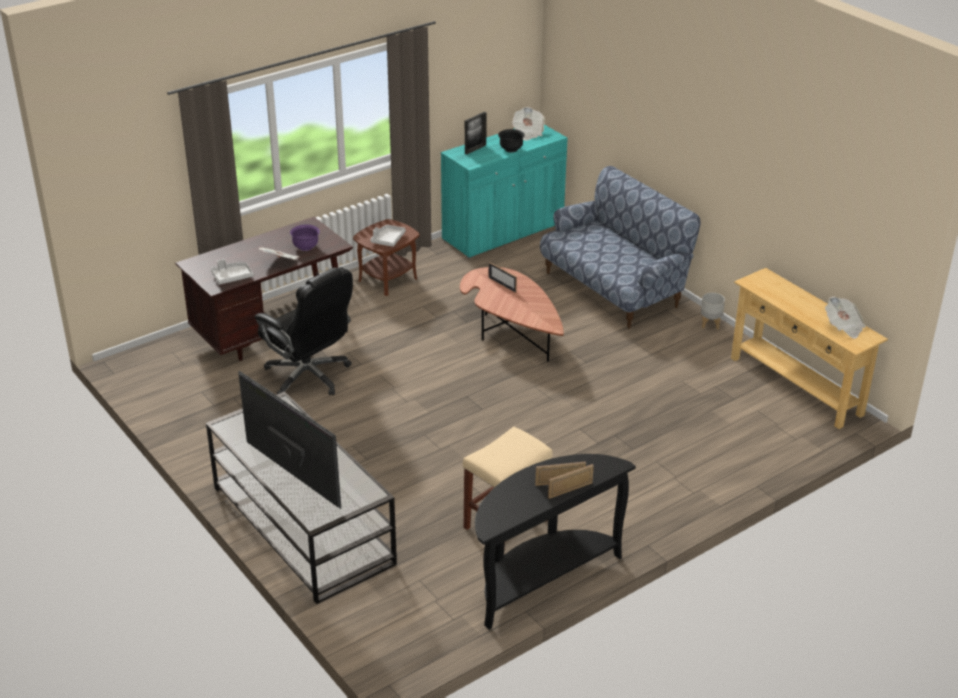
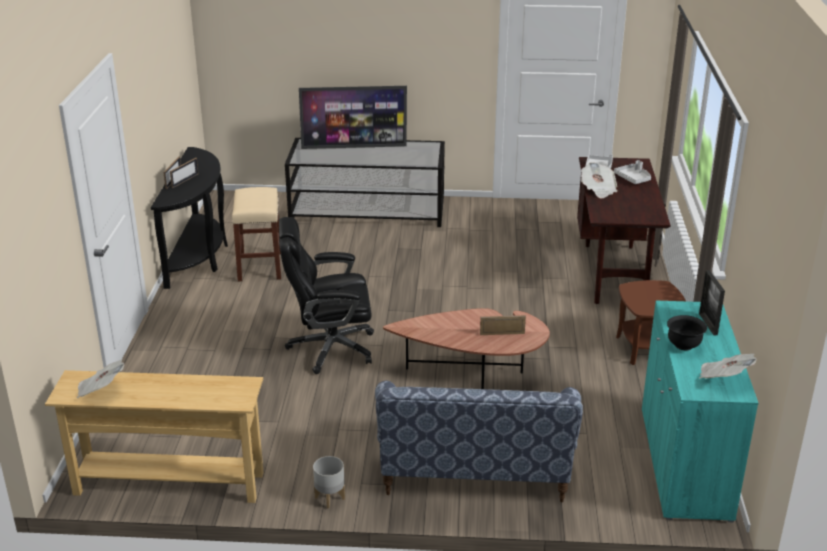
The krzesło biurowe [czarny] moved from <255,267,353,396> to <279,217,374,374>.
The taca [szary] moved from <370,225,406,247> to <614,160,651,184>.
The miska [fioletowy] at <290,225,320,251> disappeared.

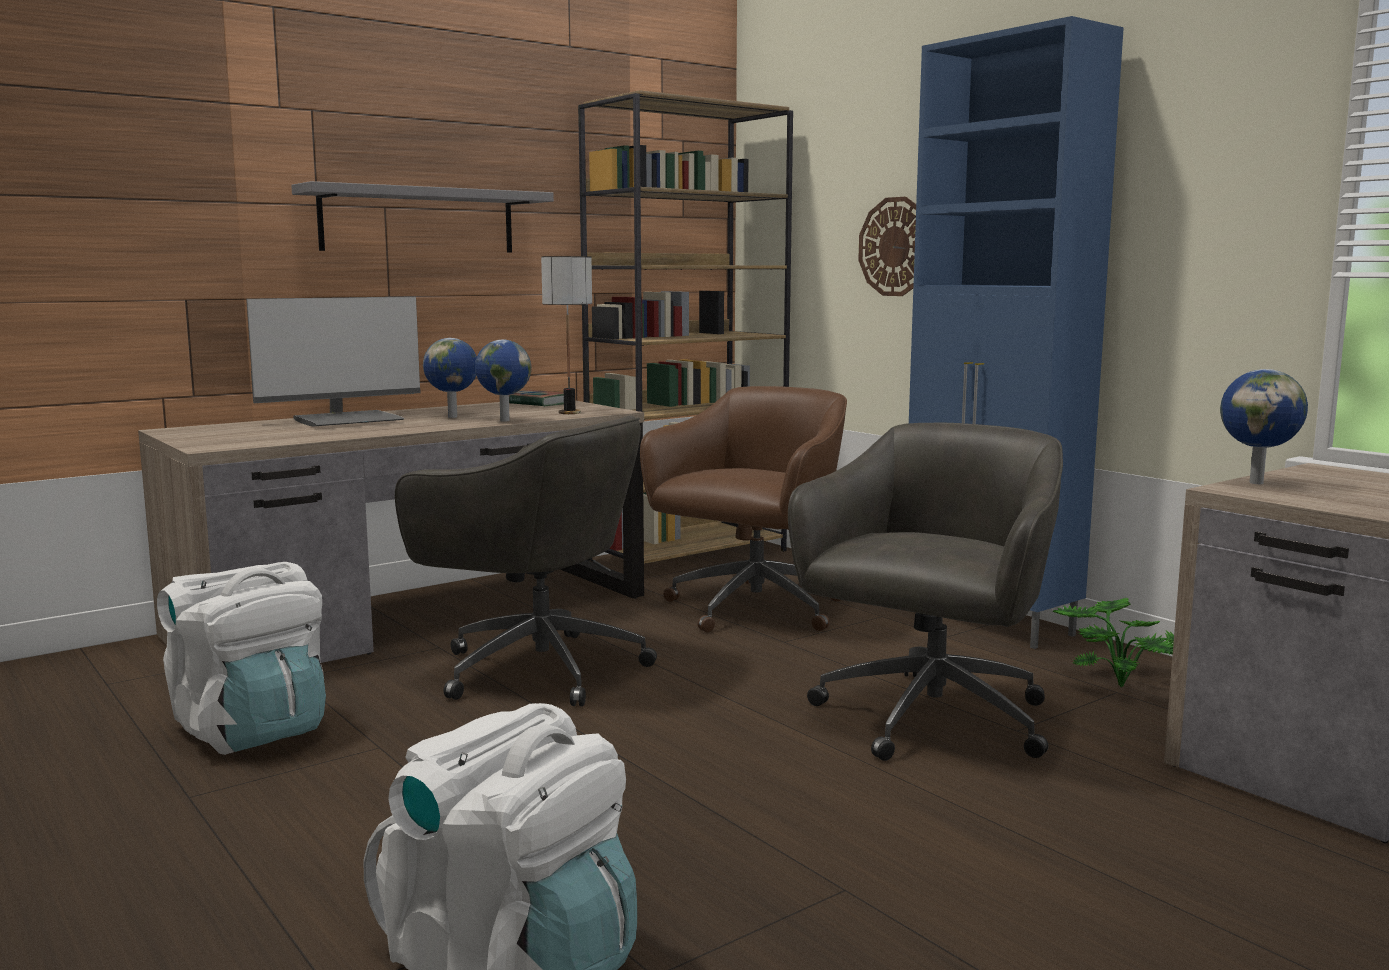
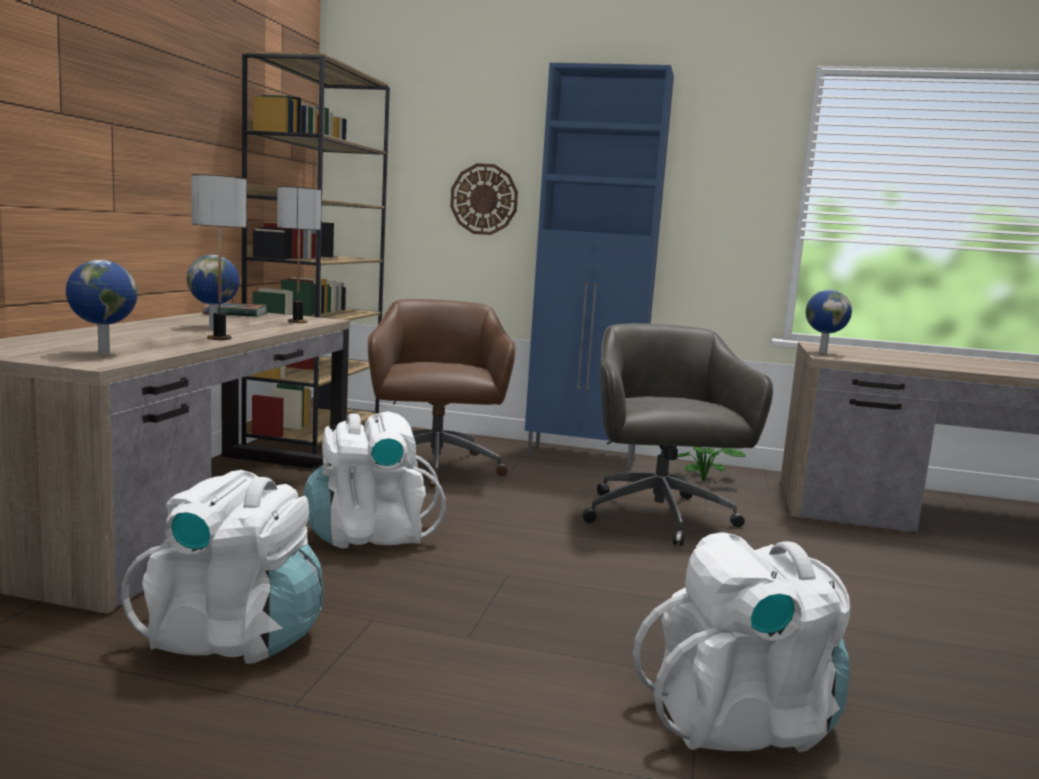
The globus moved from <475,340,531,422> to <66,260,138,355>.
The lampa stołowa at <191,174,247,340> appeared.
The krzesło biurowe [szary] at <395,415,657,707> was replaced by the plecak [biały] at <303,411,446,548>.
The monitor at <246,296,421,427> disappeared.
The półka [szary] at <291,181,554,253> disappeared.

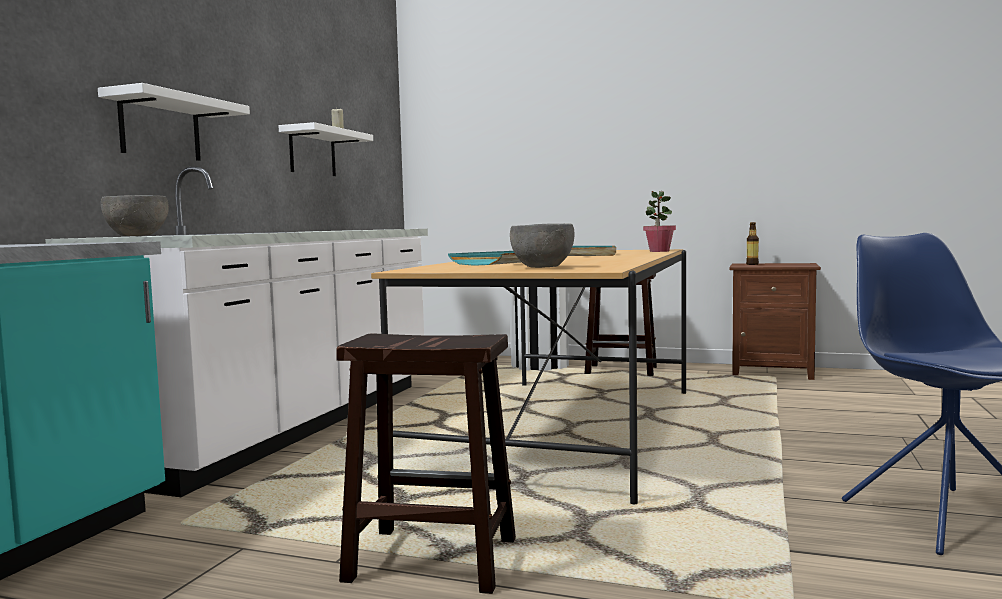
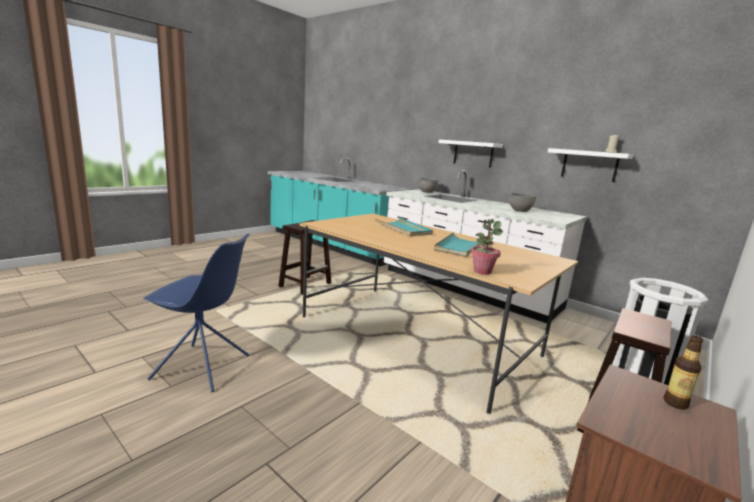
The miska [szary] moved from <510,223,575,268> to <509,193,536,212>.

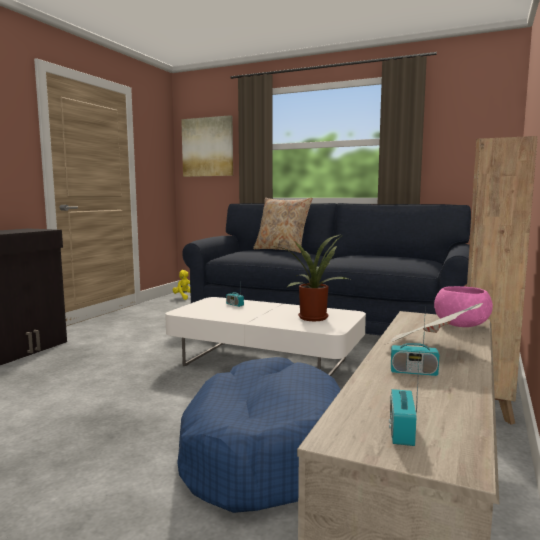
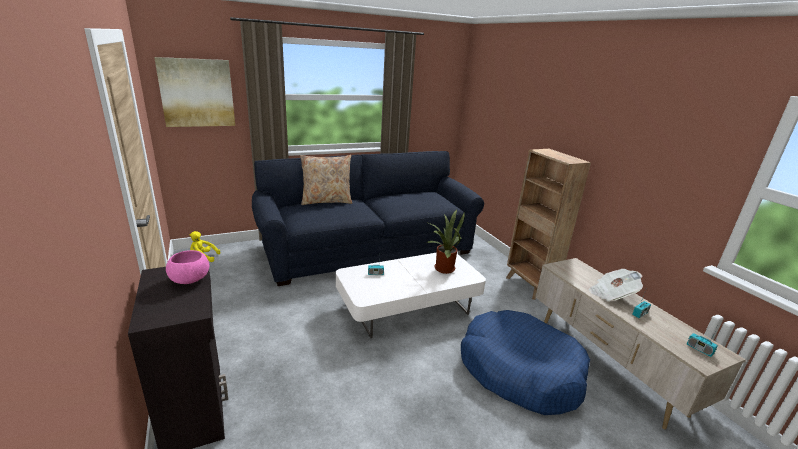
The miska [różowy] moved from <434,286,493,327> to <166,250,209,284>.

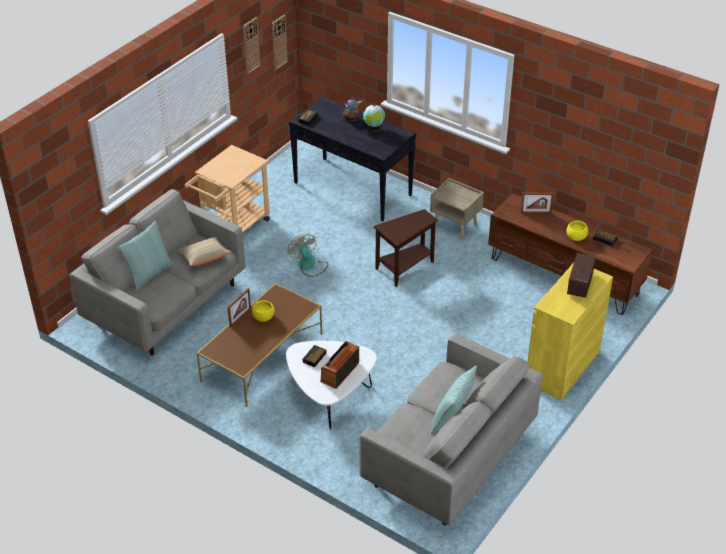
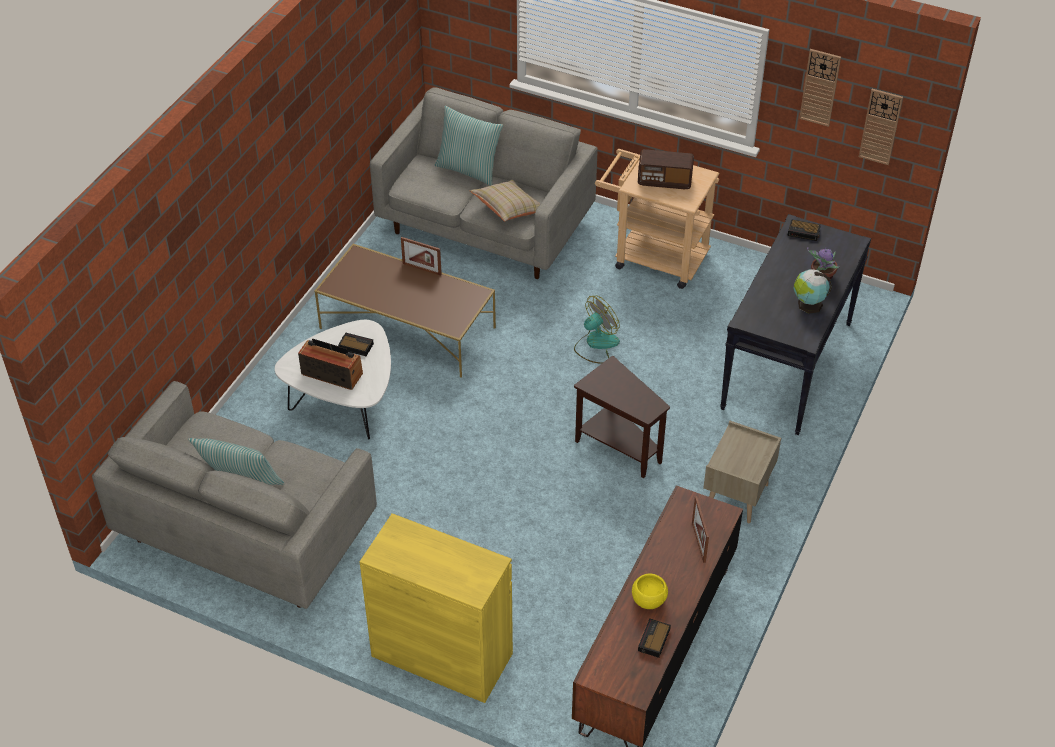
The radio moved from <567,253,596,298> to <638,149,694,189>.
The miska [żółty] at <252,300,275,322> disappeared.

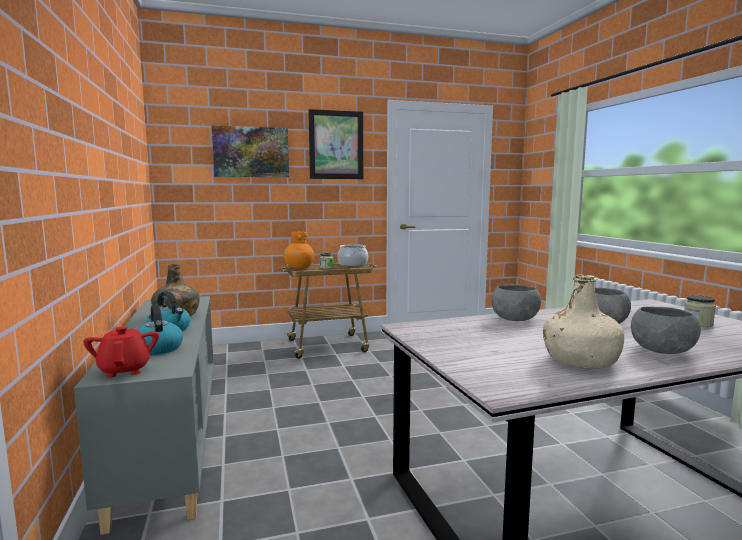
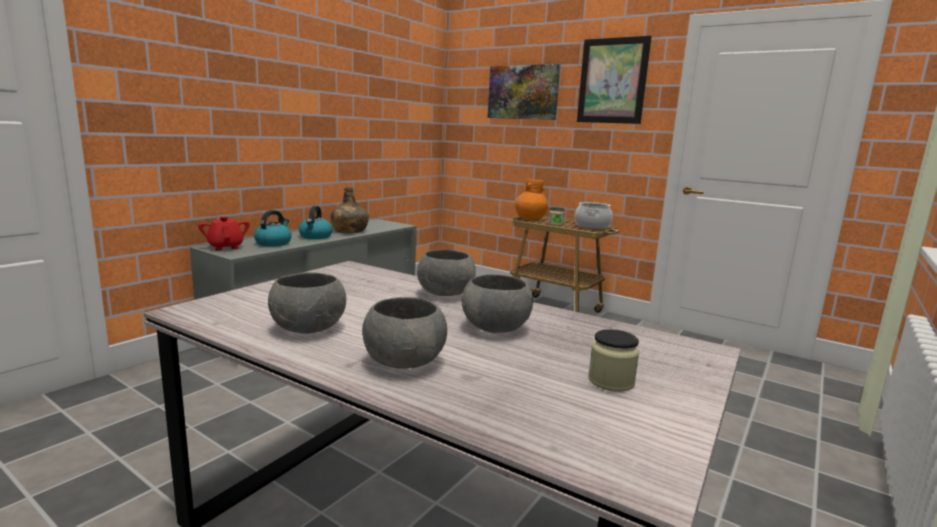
The imbryk [czerwony] at <83,326,159,378> turned 60 degrees counterclockwise.
The butelka [beżowy] at <543,274,624,369> was replaced by the miska [szary] at <268,272,346,334>.

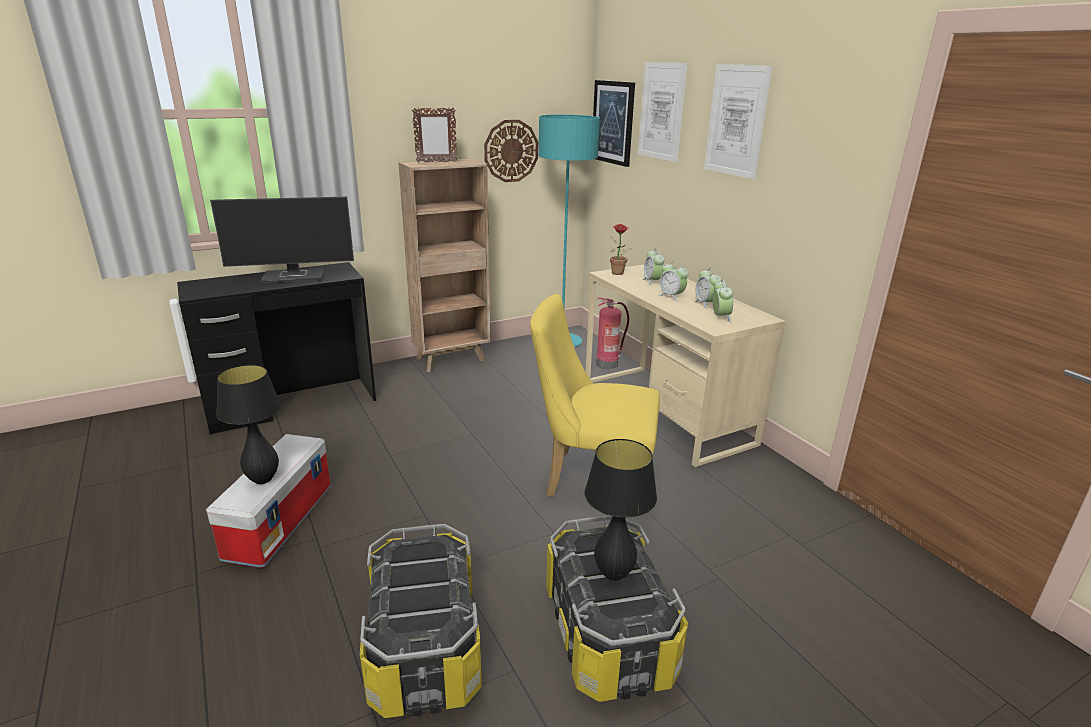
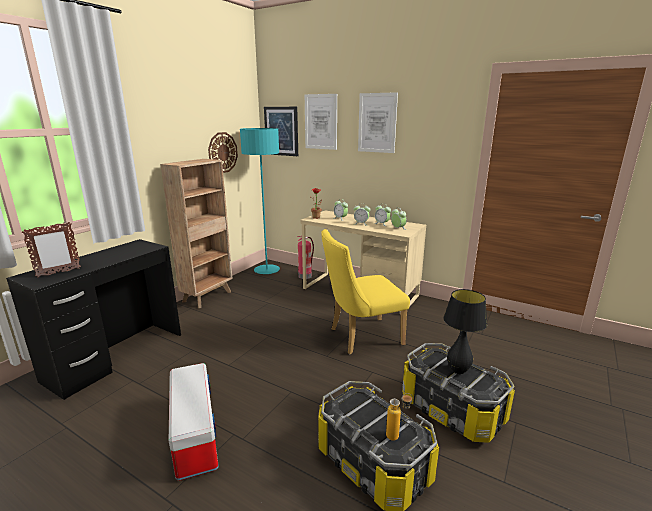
The ramka na zdjęcie moved from <412,107,457,162> to <22,222,81,277>.
The butelka at <386,393,413,441> appeared.
The monitor at <210,197,354,283> disappeared.
The lampa stołowa [czarny] at <217,364,281,484> disappeared.

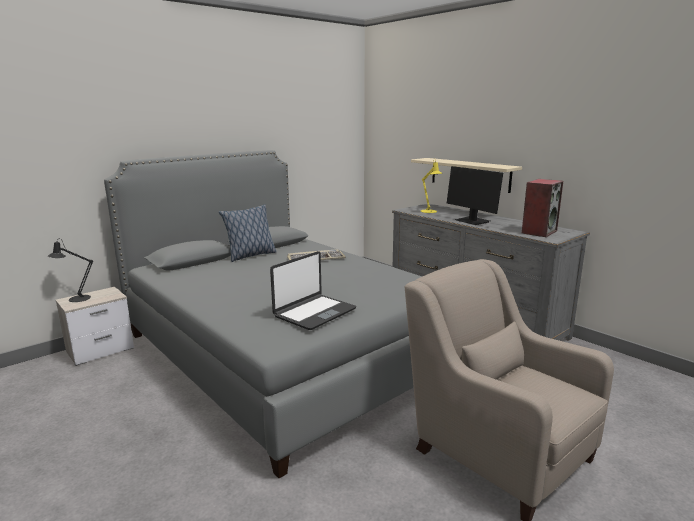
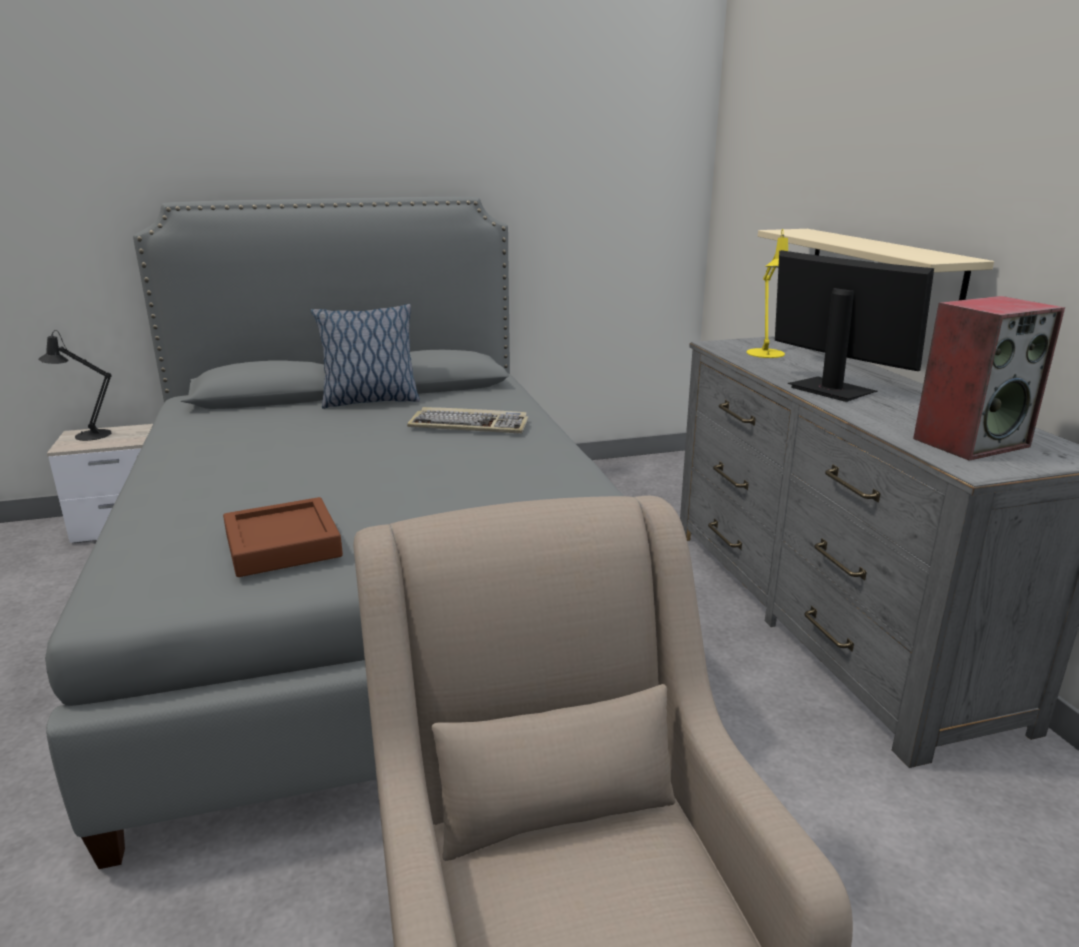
The laptop at <270,251,356,330> was replaced by the taca [brązowy] at <223,497,343,577>.
The monitor at <447,166,503,225> turned 150 degrees clockwise.

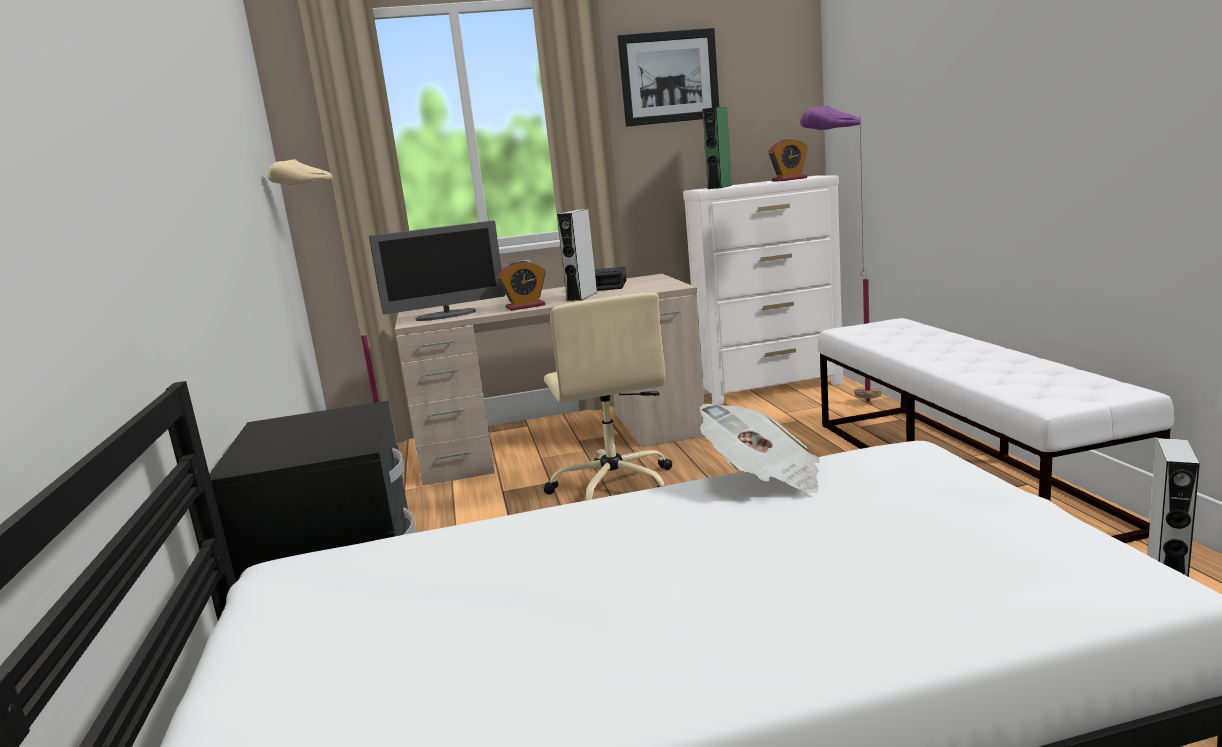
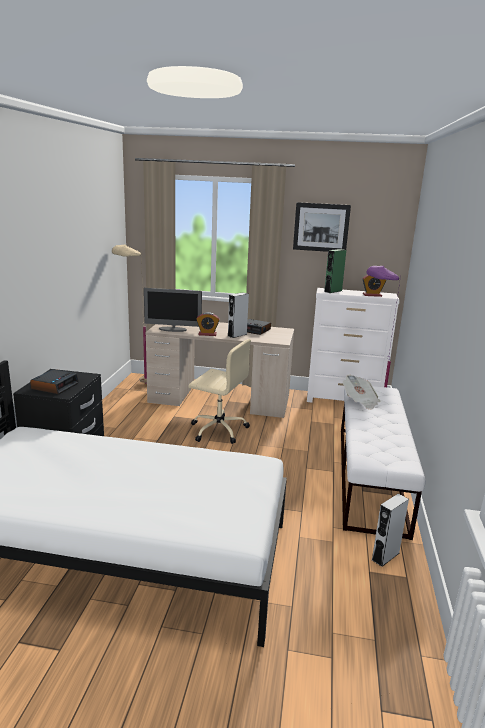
The budzik at <30,369,79,395> appeared.
The krzesło biurowe [beżowy] at <543,292,672,501> turned 75 degrees counterclockwise.
The gazeta moved from <700,404,820,493> to <343,375,380,410>.

